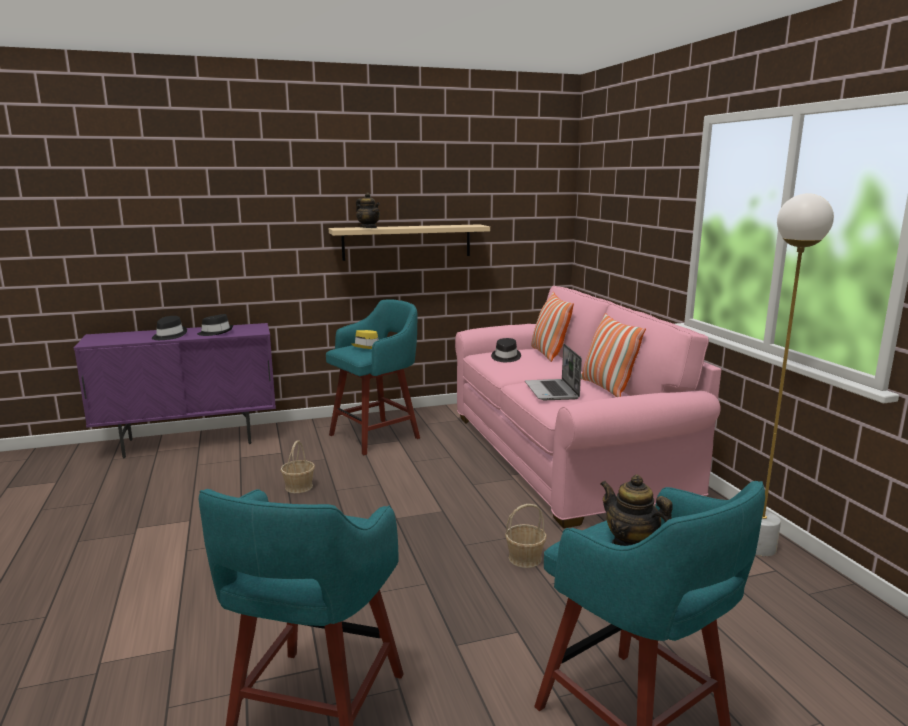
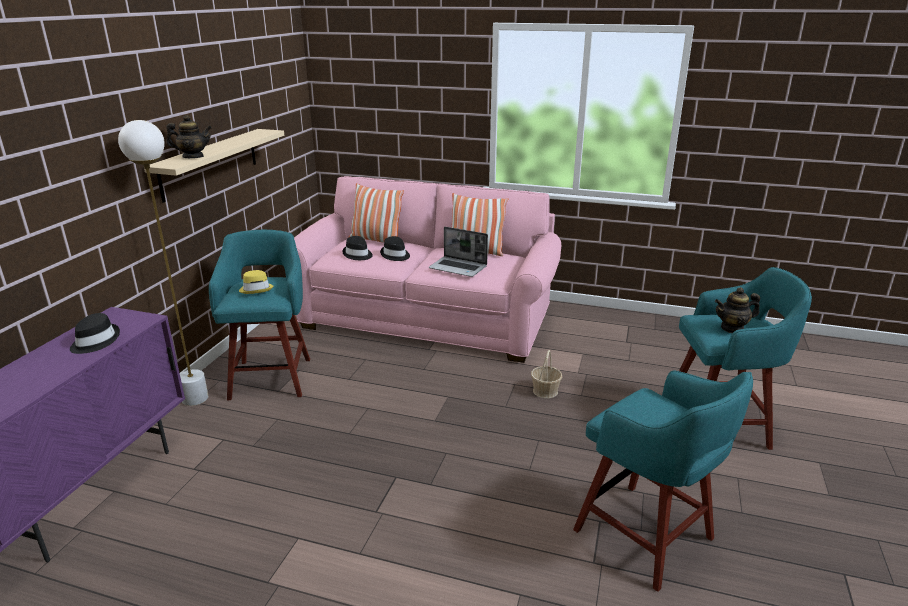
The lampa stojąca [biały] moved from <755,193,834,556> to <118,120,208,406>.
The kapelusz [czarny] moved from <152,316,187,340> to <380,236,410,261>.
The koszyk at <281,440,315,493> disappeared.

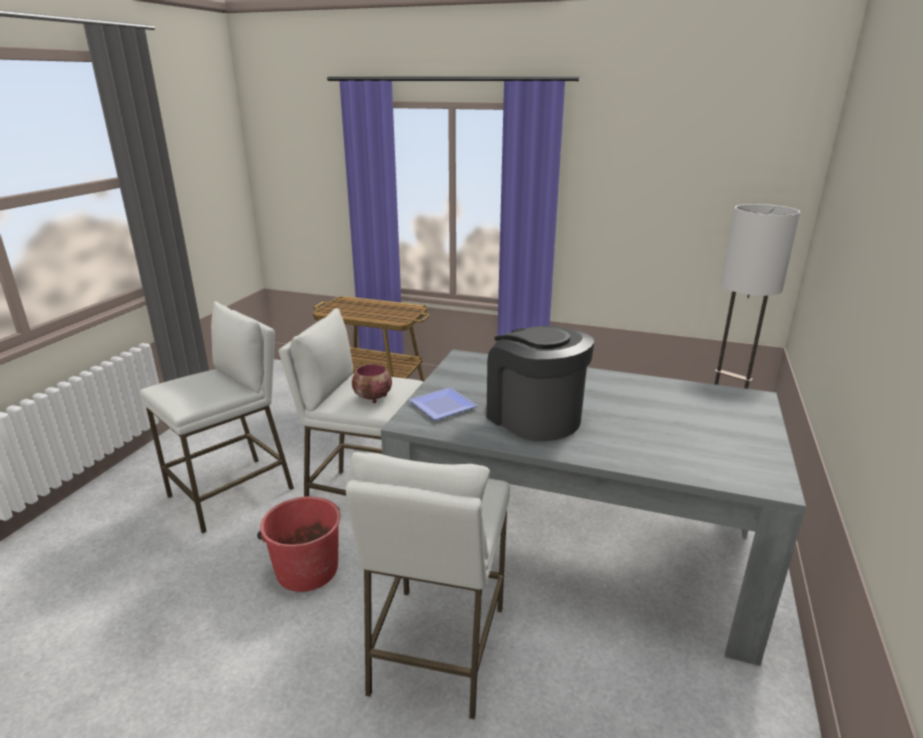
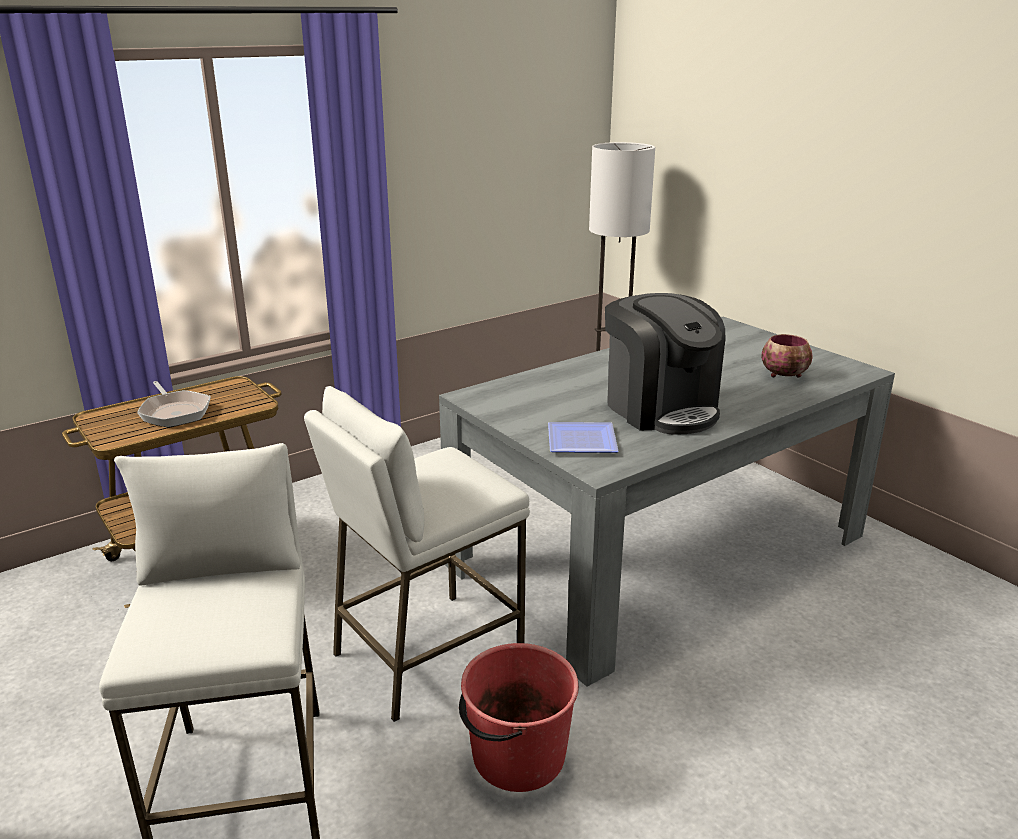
The patelnia at <137,381,211,427> appeared.
The ekspres do kawy at <486,326,594,441> turned 120 degrees counterclockwise.
The miska moved from <352,364,392,403> to <761,334,813,378>.
The stołek [biały] at <346,452,510,719> disappeared.

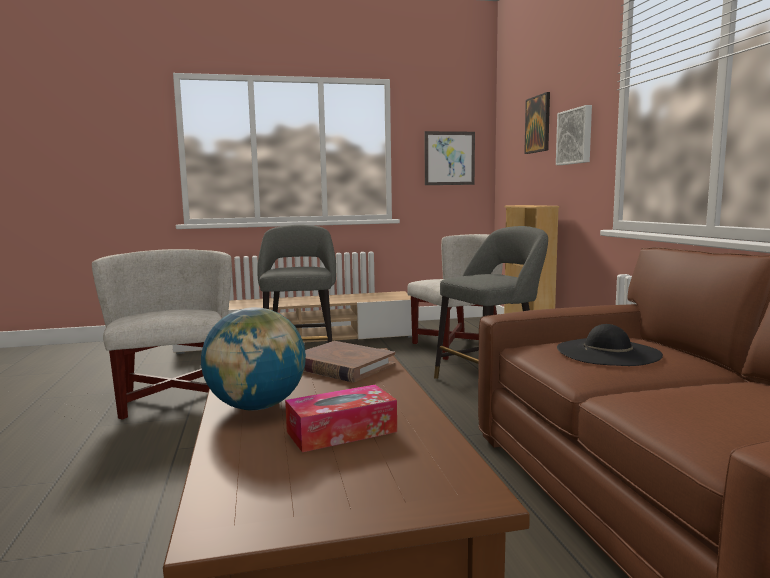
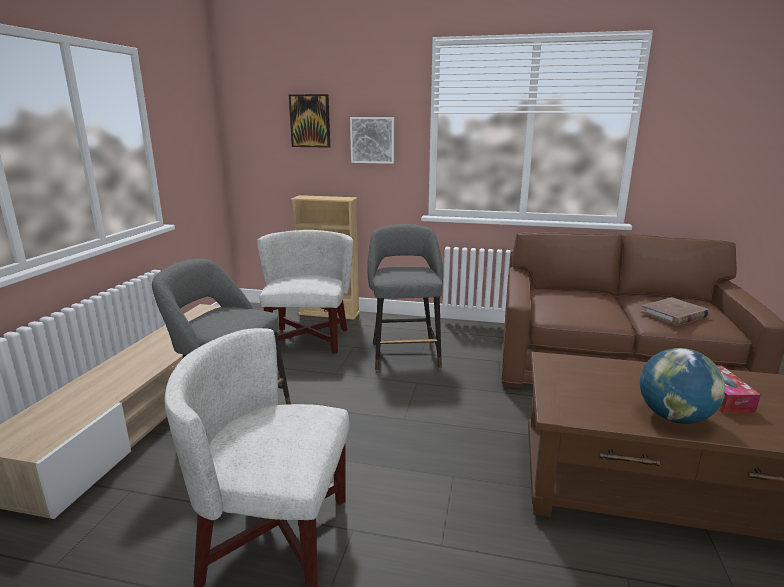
The książka [brązowy] moved from <304,341,396,382> to <641,298,709,325>.
The obraz at <424,131,475,185> disappeared.
The kapelusz [czarny] at <557,324,663,366> disappeared.

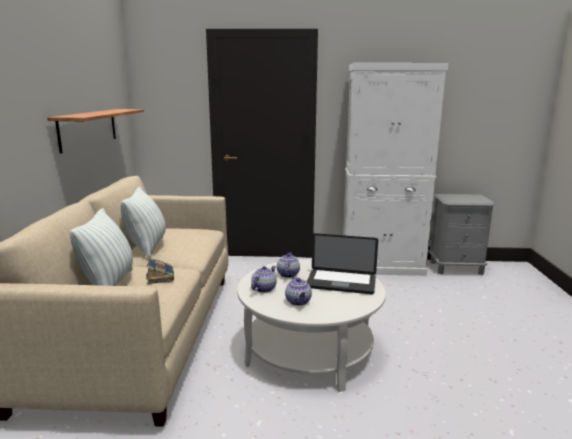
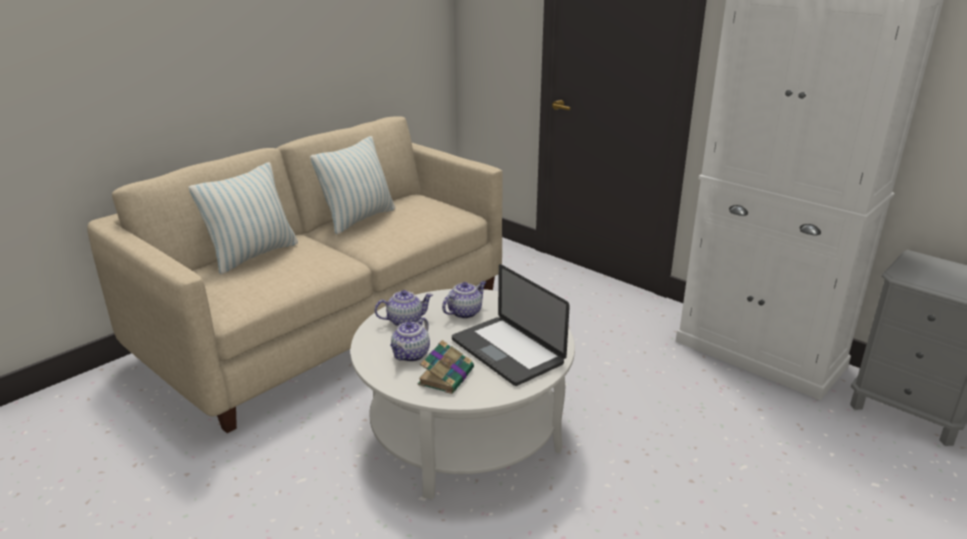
The książka moved from <146,257,174,284> to <418,340,474,394>.
The półka at <47,109,144,154> disappeared.

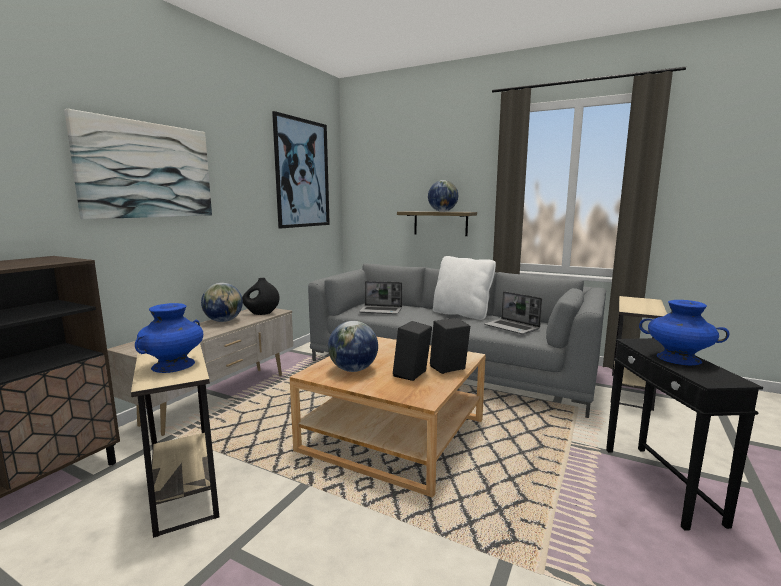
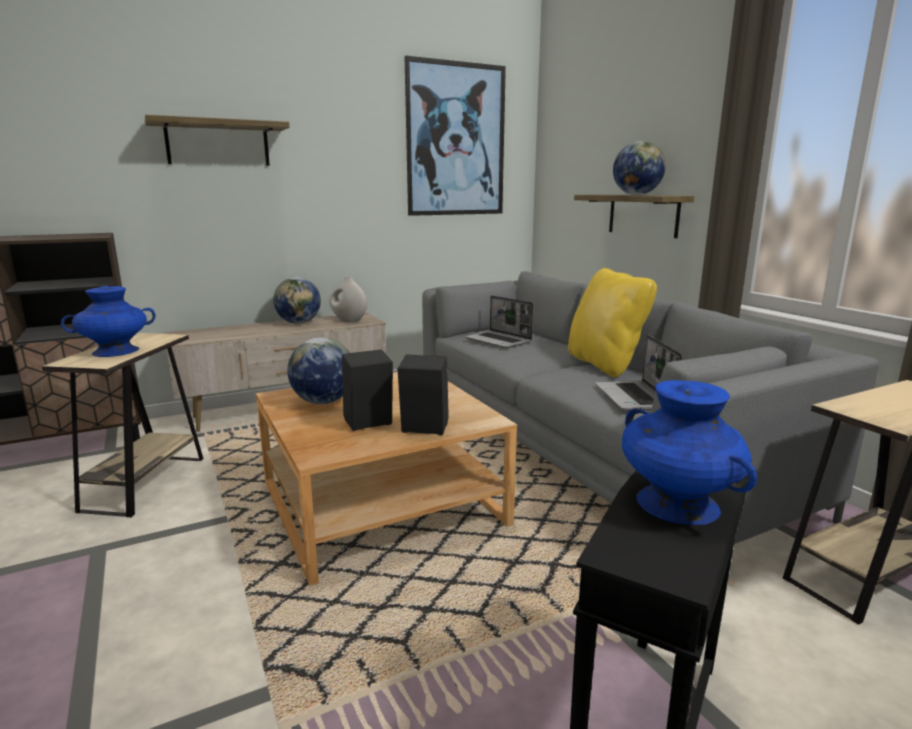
The obraz at <64,109,212,219> was replaced by the półka at <145,115,290,166>.
The wazon [czarny] at <242,278,279,315> became the wazon [biały] at <329,276,367,323>.
The poduszka [biały] at <433,256,496,320> became the poduszka [żółty] at <568,268,657,377>.

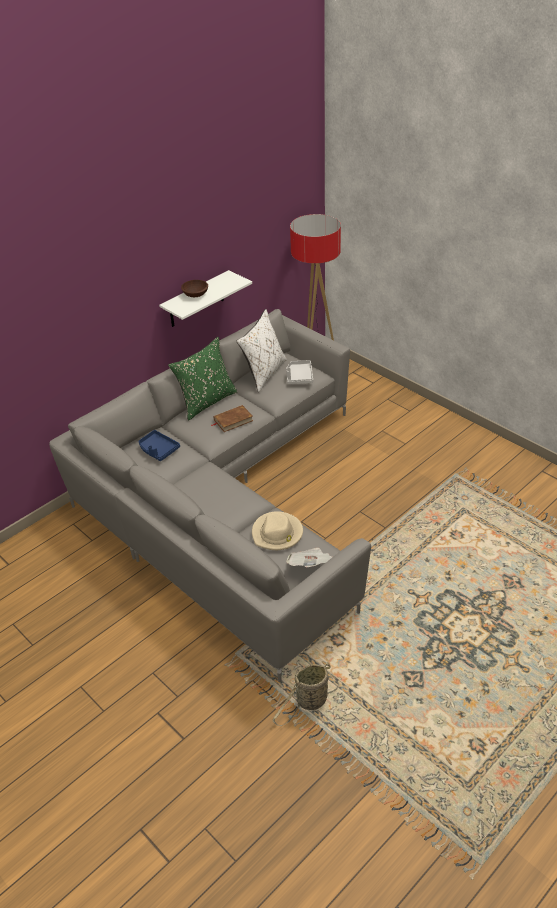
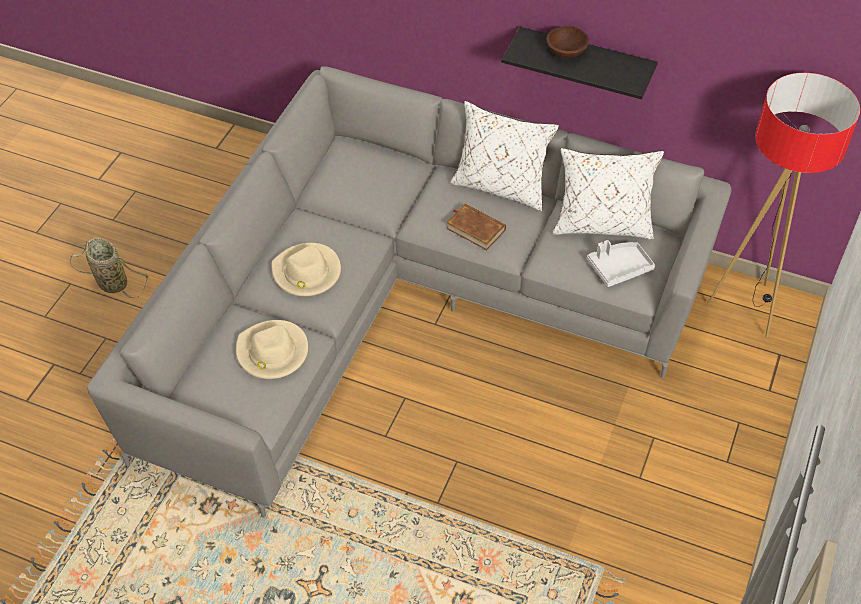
The koszyk moved from <272,662,339,726> to <70,237,148,298>.
The kapelusz [beżowy] at <271,243,341,296> appeared.
The poduszka [zielony] at <168,337,238,421> became the poduszka [biały] at <451,101,559,211>.
The półka [biały] at <159,270,252,327> became the półka [czarny] at <501,27,658,99>.
The taca [niebieski] at <139,430,180,461> disappeared.
The gazeta at <286,548,332,567> disappeared.

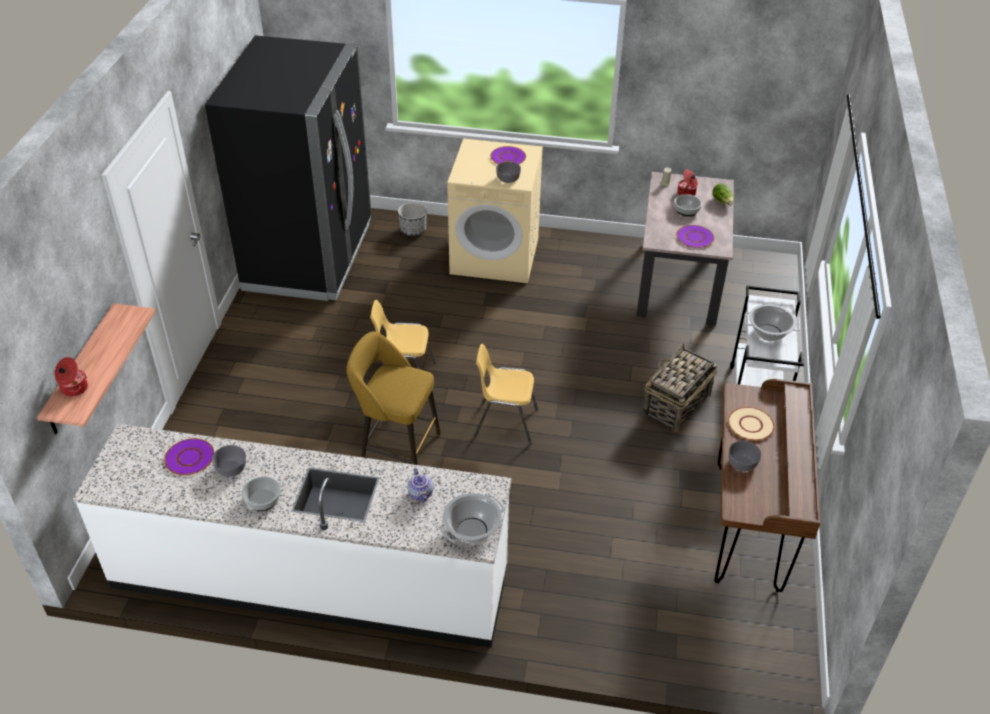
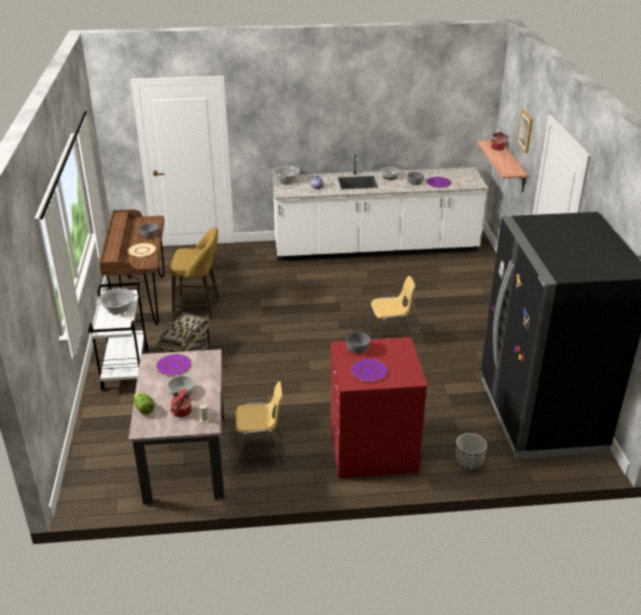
The stołek [żółty] moved from <346,332,441,465> to <169,227,219,319>.
The krzesło [żółty] moved from <474,344,538,445> to <234,381,286,469>.
The pralka [beżowy] at <447,139,543,283> became the pralka [czerwony] at <330,337,428,479>.
The obraz at <517,109,533,153> appeared.

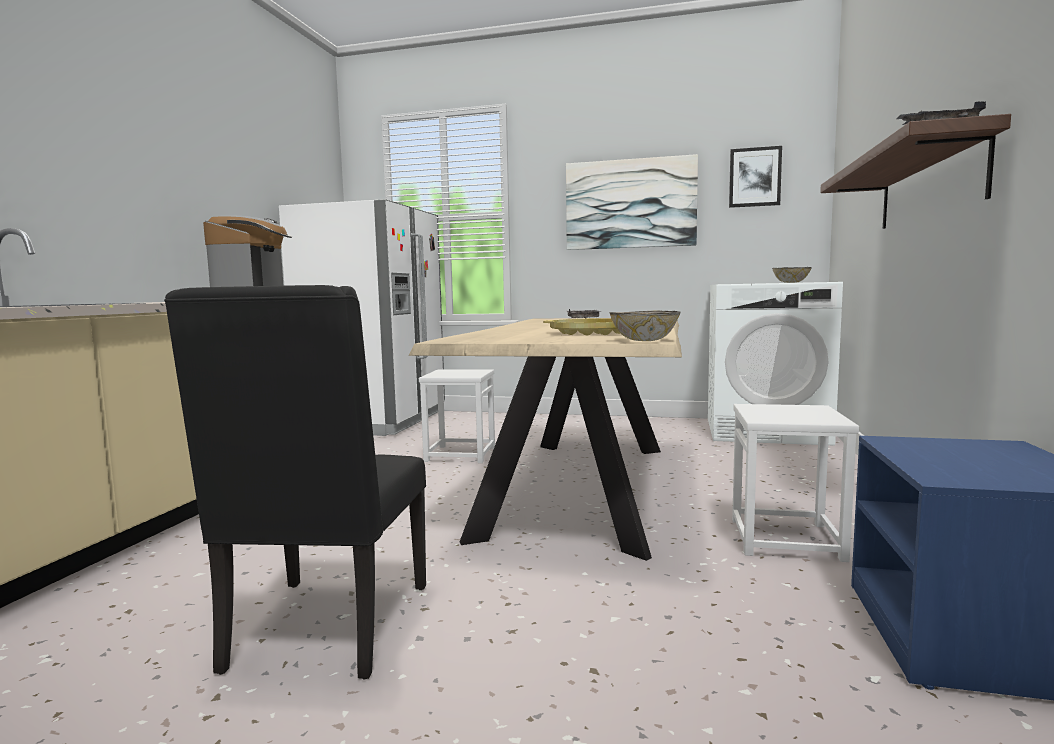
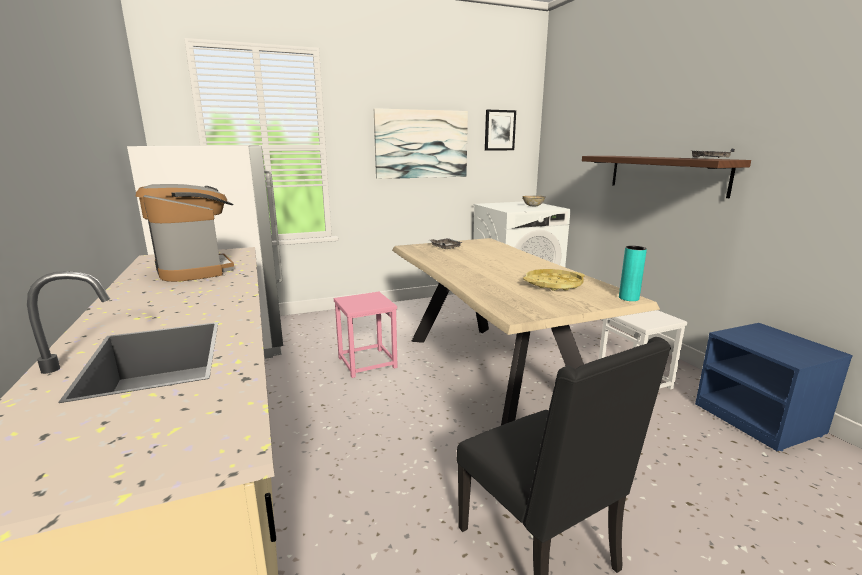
The stołek [biały] at <419,369,495,463> became the stołek [różowy] at <334,292,398,378>.
The miska at <609,310,680,341> was replaced by the wazon [turkusowy] at <619,246,647,301>.

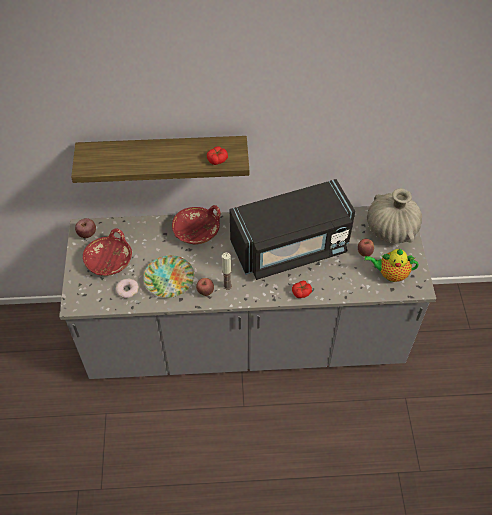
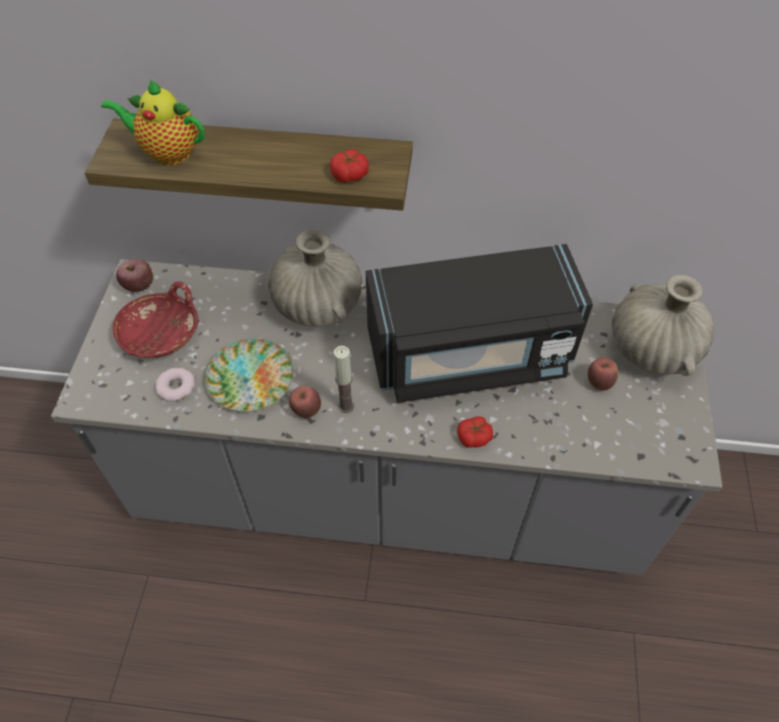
The imbryk moved from <365,249,419,282> to <101,79,205,165>.
The miska [czerwony] at <172,205,221,244> was replaced by the wazon [beżowy] at <268,229,362,327>.

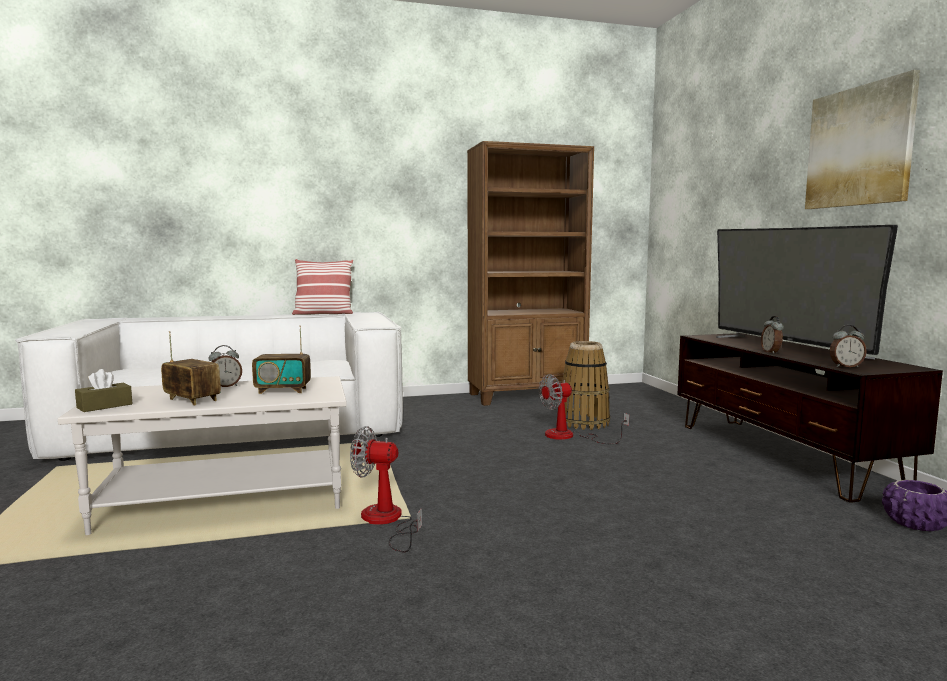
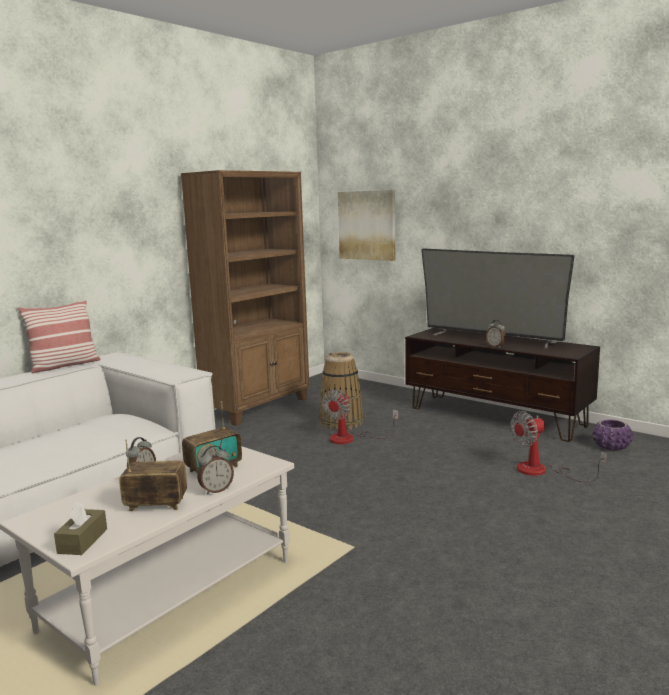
The budzik moved from <830,325,867,367> to <197,446,234,495>.
The obraz moved from <805,70,920,209> to <338,190,395,261>.
The wentylator moved from <350,426,422,553> to <510,411,607,482>.

